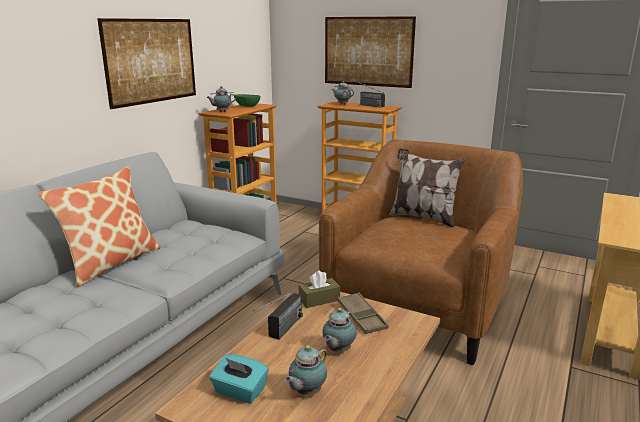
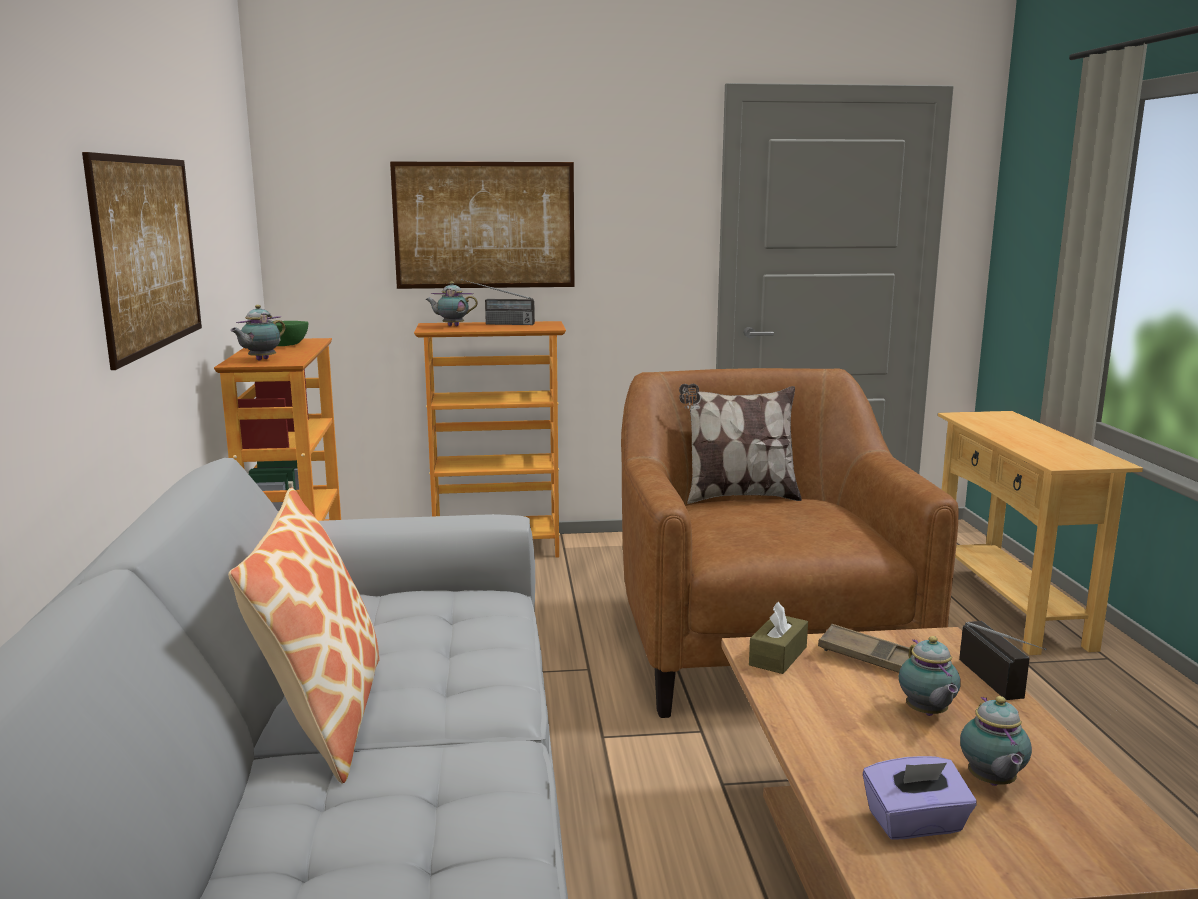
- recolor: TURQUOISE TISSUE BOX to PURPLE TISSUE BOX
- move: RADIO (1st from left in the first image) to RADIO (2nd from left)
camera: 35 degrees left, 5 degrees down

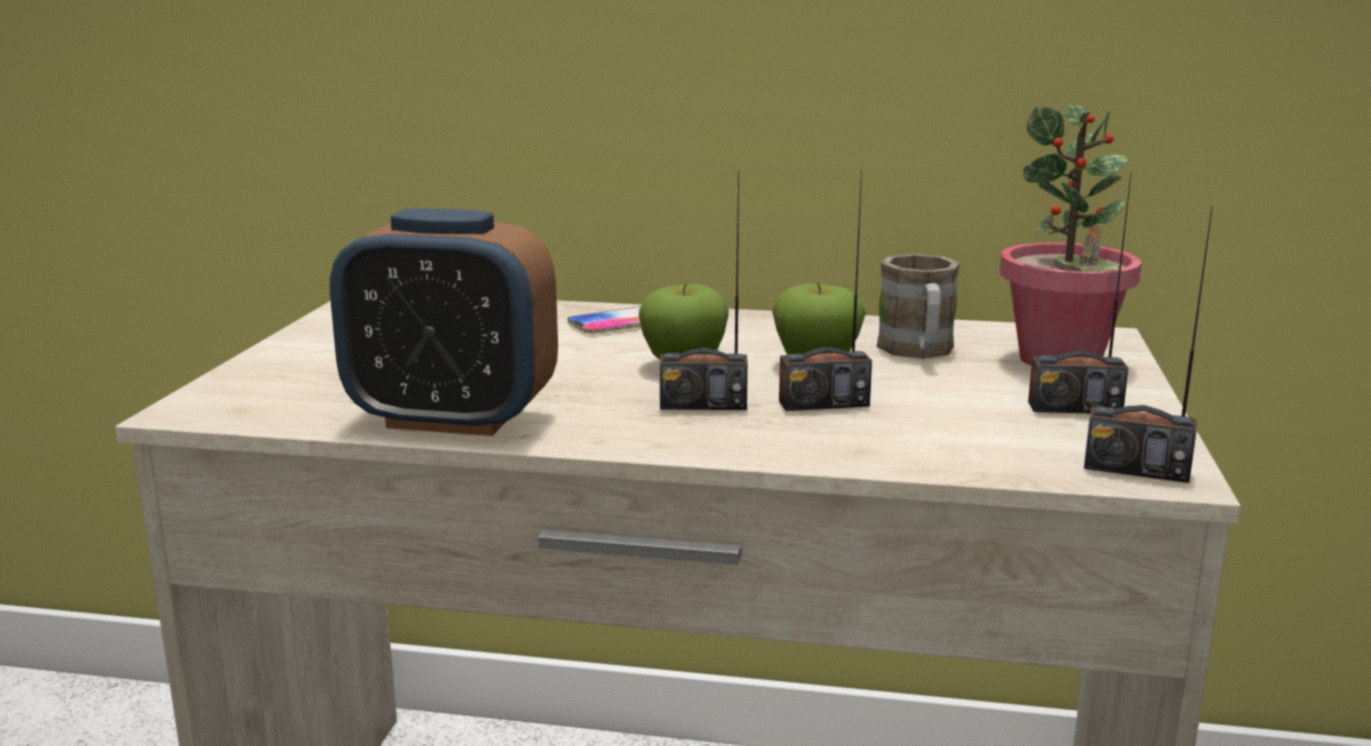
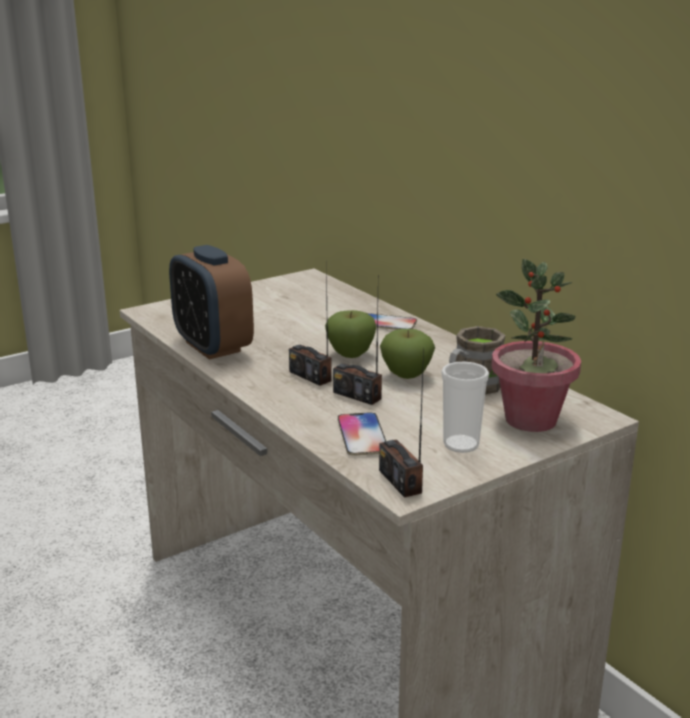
- replace: RADIO (3rd from left) to CUP
- insert: PHONE (1st from left)
camera: 45 degrees right, 5 degrees up

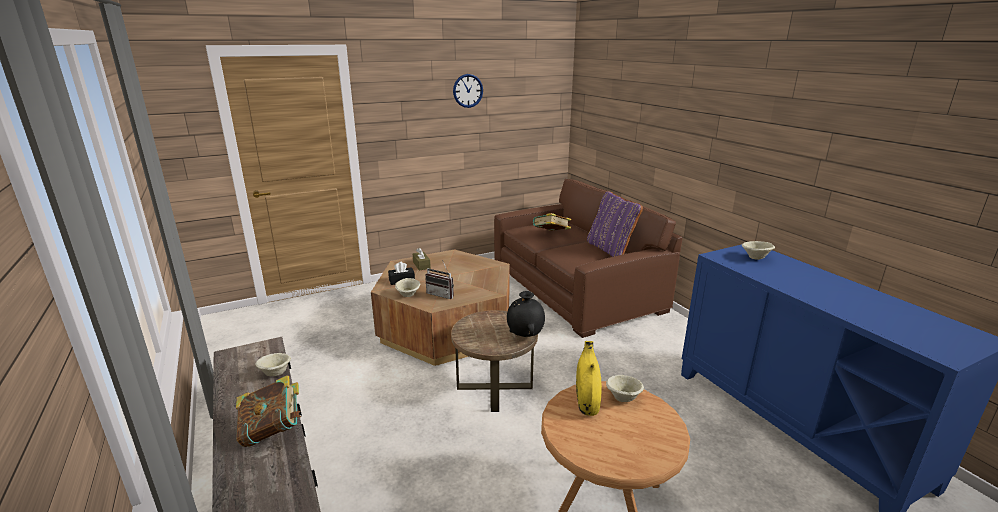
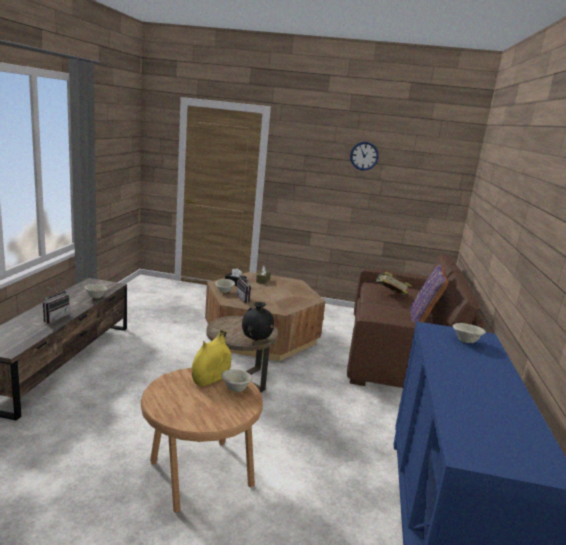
- replace: BOOK (1st from left) to RADIO (1st from left)
camera: 35 degrees right, 5 degrees down

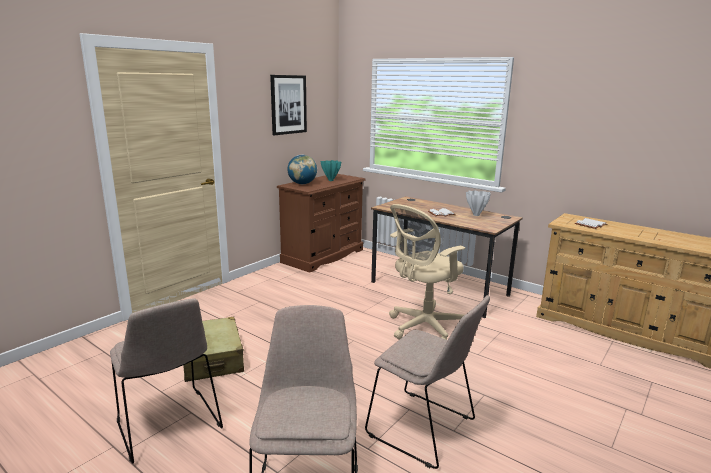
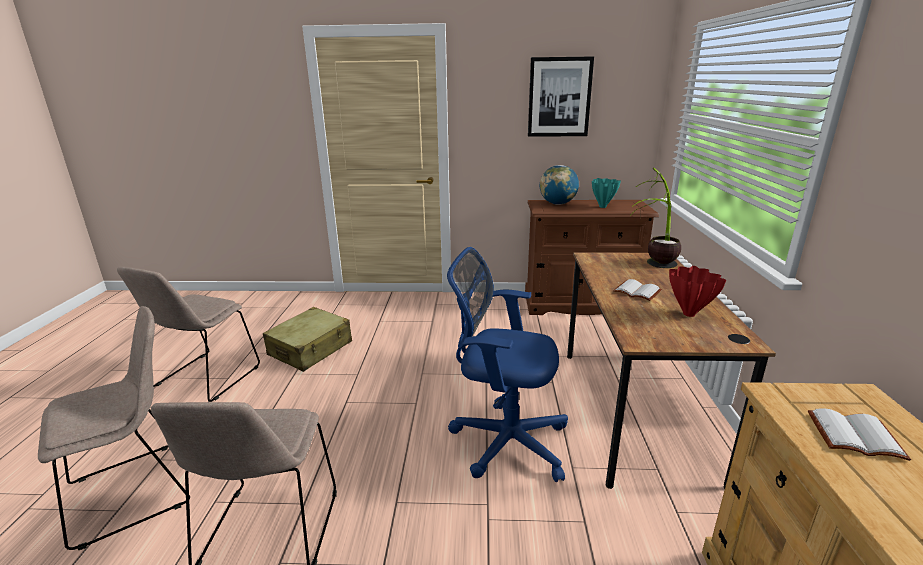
- recolor: BEIGE OFFICE CHAIR to BLUE OFFICE CHAIR
- recolor: WHITE VASE to RED VASE
- insert: POTTED PLANT
camera: 55 degrees right, 5 degrees up

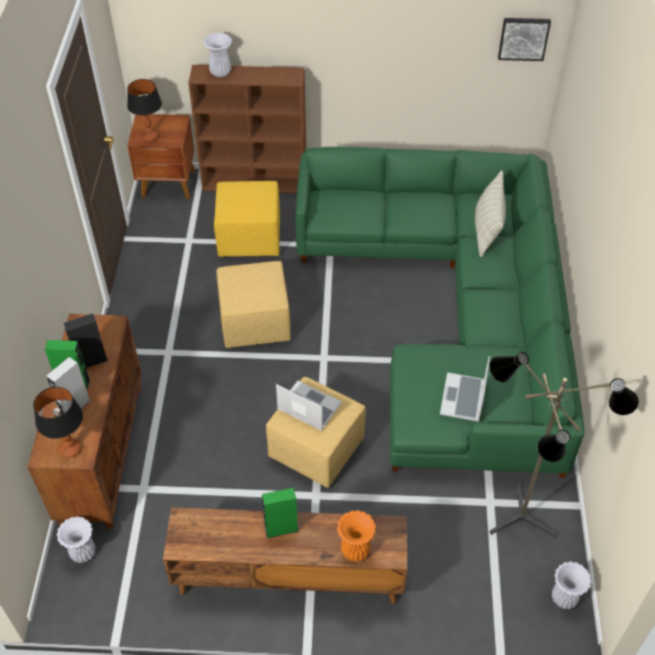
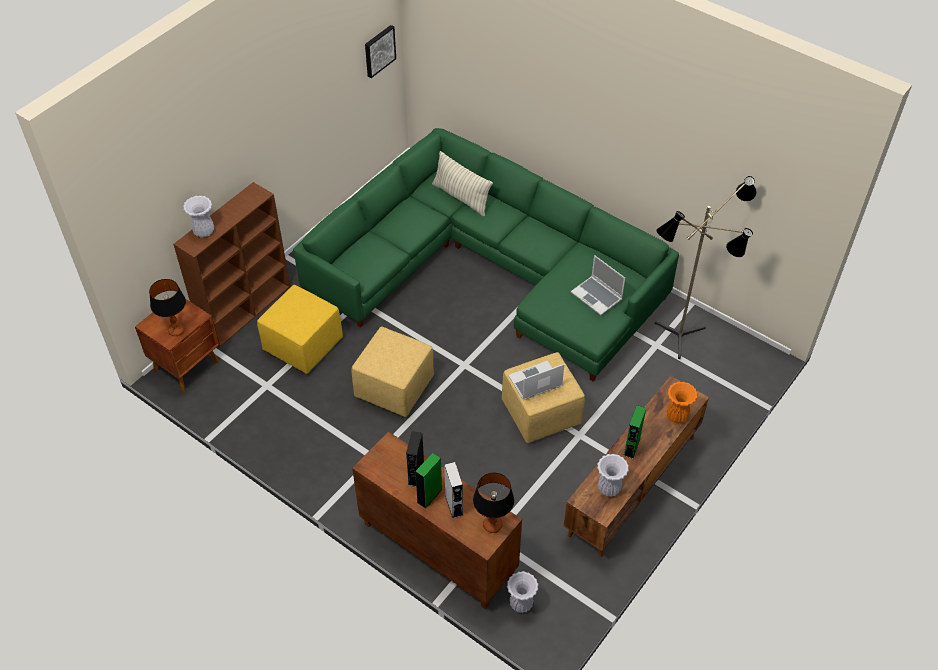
- move: WHITE VASE (3rd from left)
camera: 55 degrees left, 0 degrees up

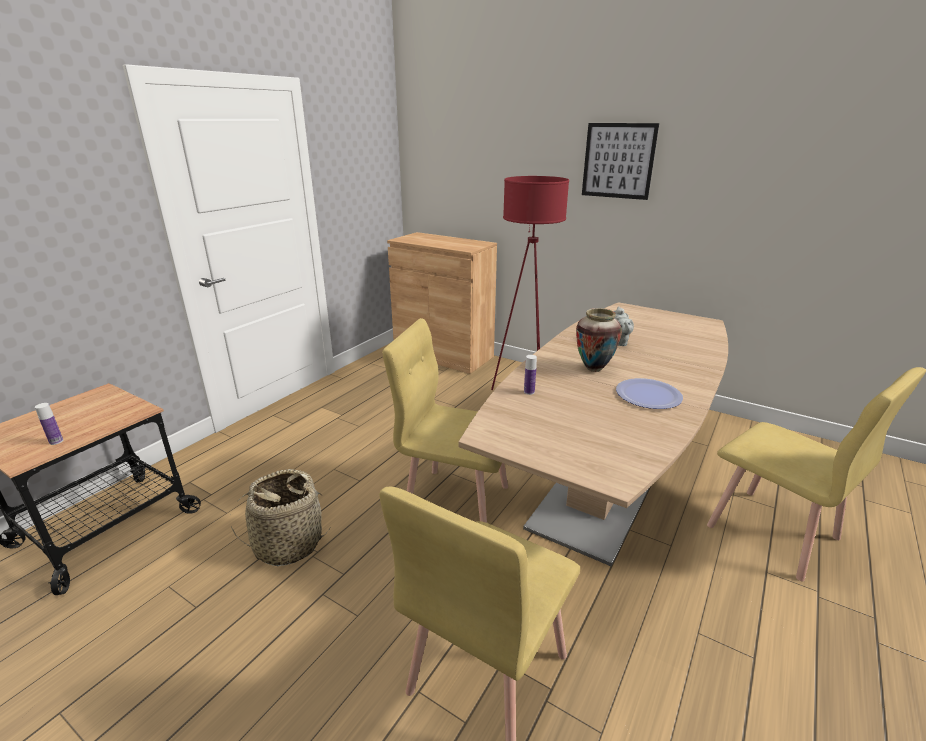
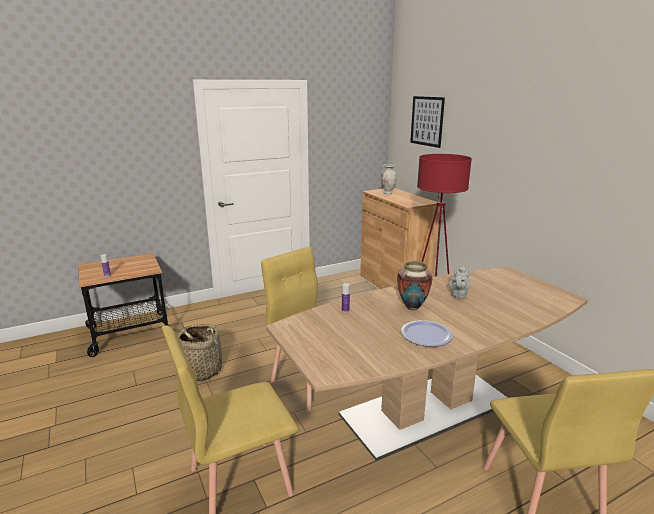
- move: PICTURE
- insert: VASE (1st from left)
camera: 30 degrees right, 5 degrees down

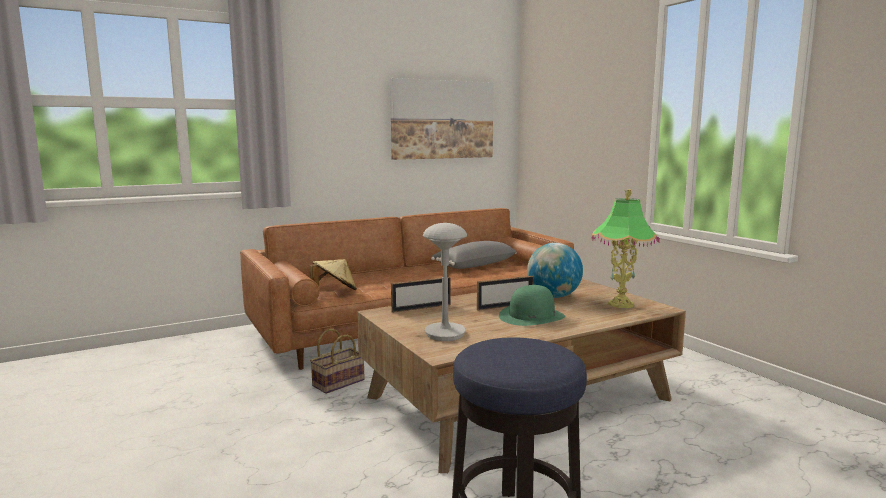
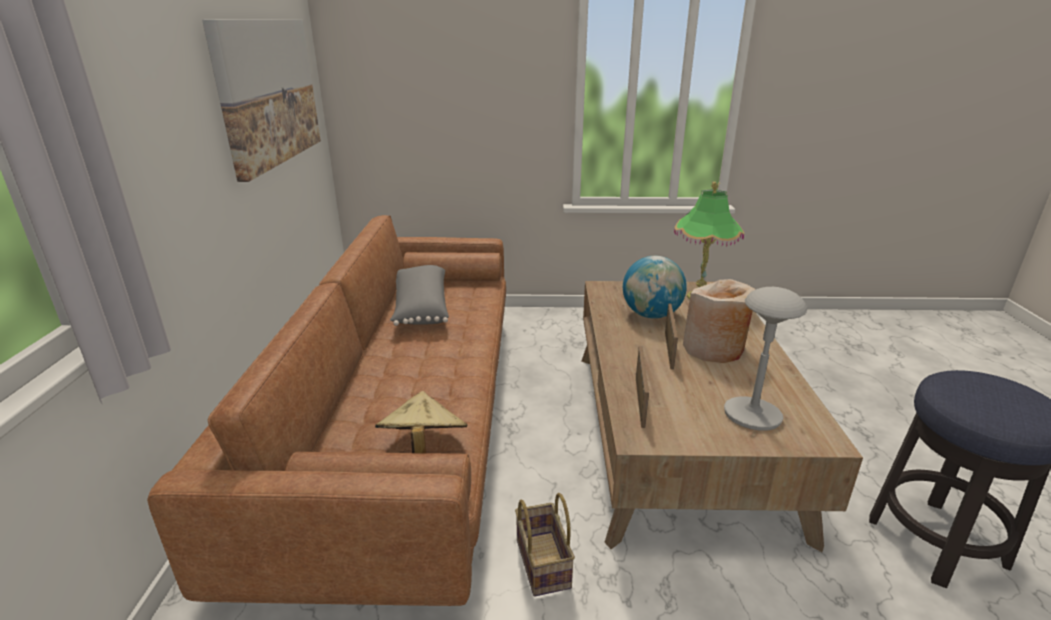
- replace: GREEN HAT to BEIGE VASE
camera: 60 degrees left, 15 degrees up

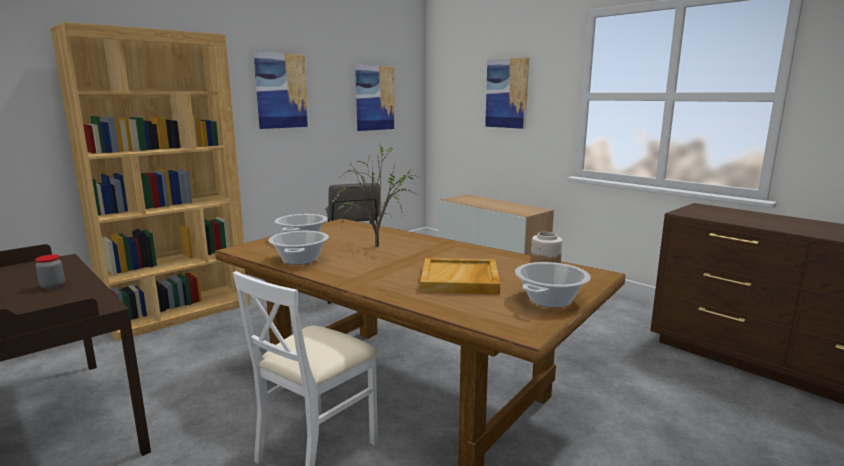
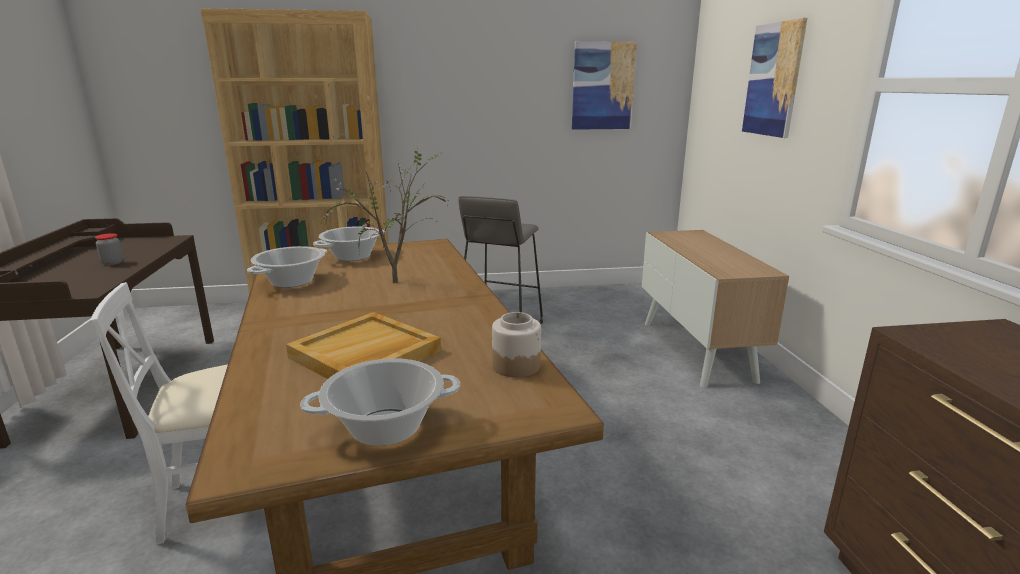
- delete: PICTURE (1st from left)
camera: 35 degrees right, 5 degrees up

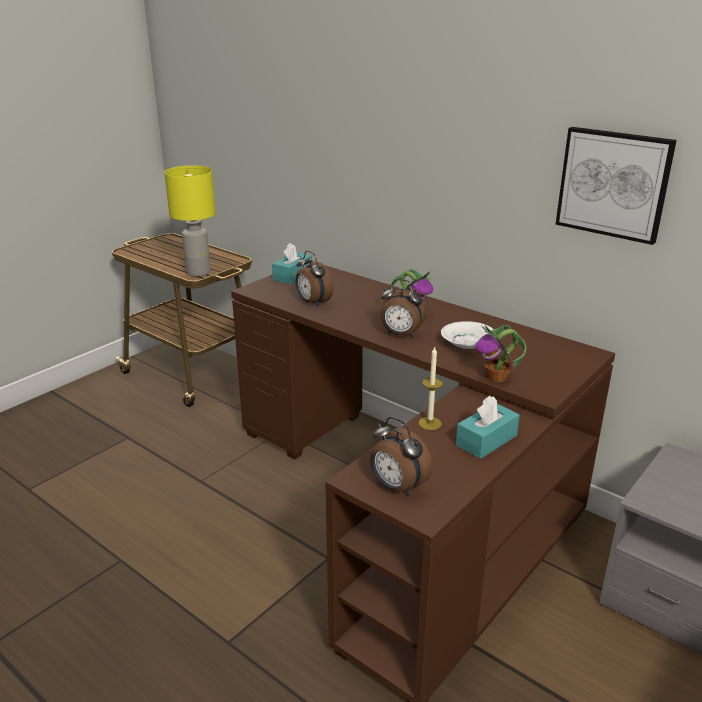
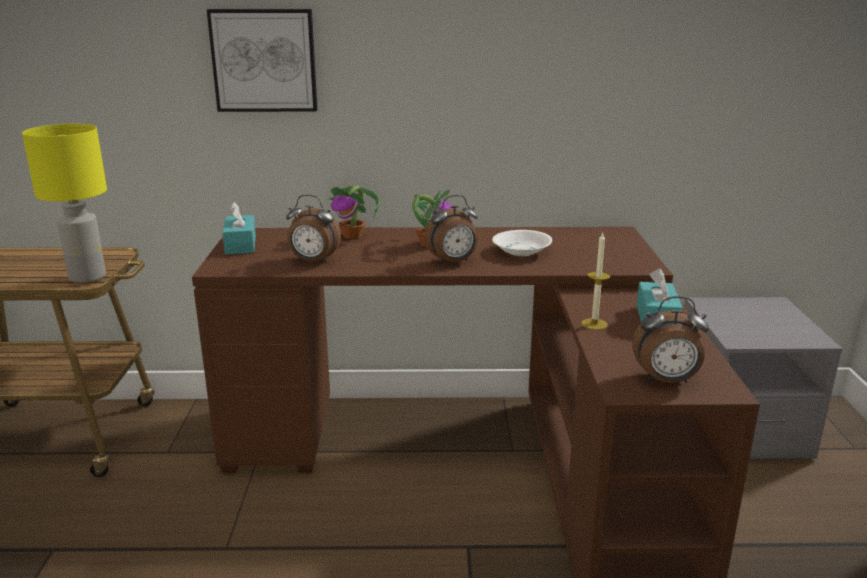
- move: POTTED PLANT (2nd from left in the first image) to POTTED PLANT (1st from left)
- move: PICTURE
camera: 40 degrees left, 5 degrees down

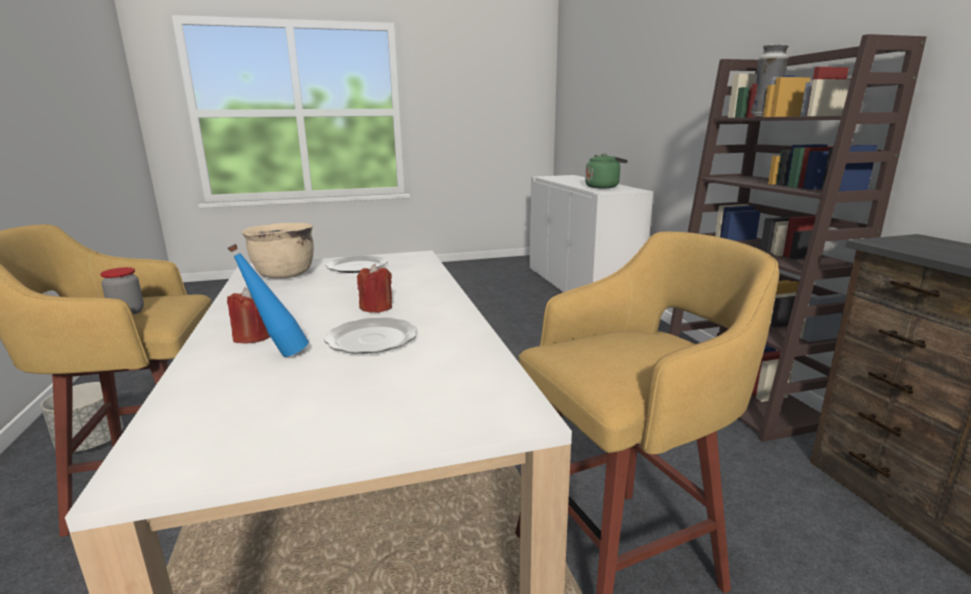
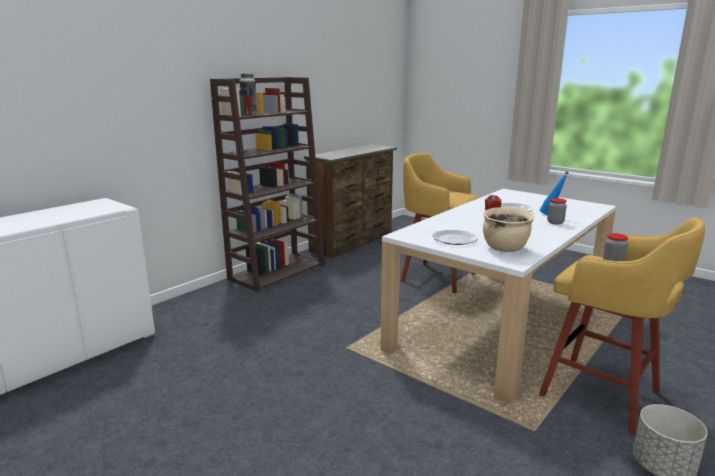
- replace: RED CANDLE (1st from left) to JAR (1st from left)
- delete: GREEN KETTLE
camera: 125 degrees left, 0 degrees up

